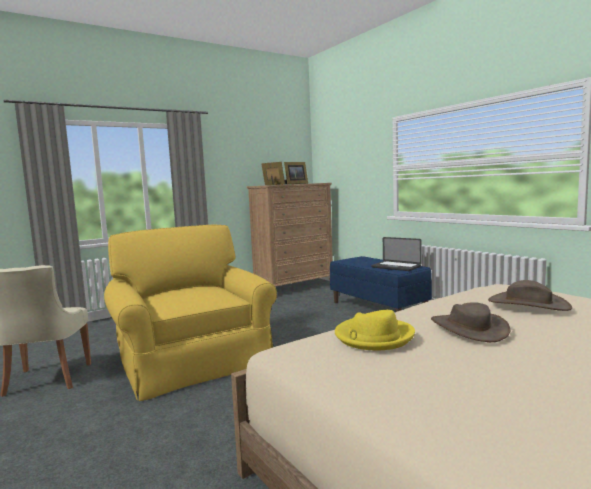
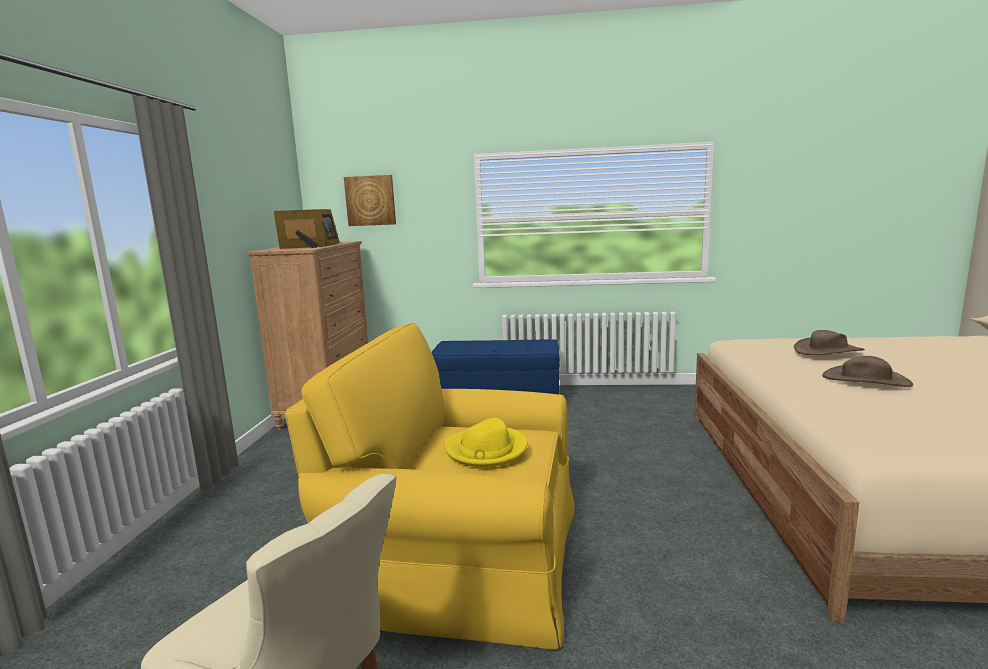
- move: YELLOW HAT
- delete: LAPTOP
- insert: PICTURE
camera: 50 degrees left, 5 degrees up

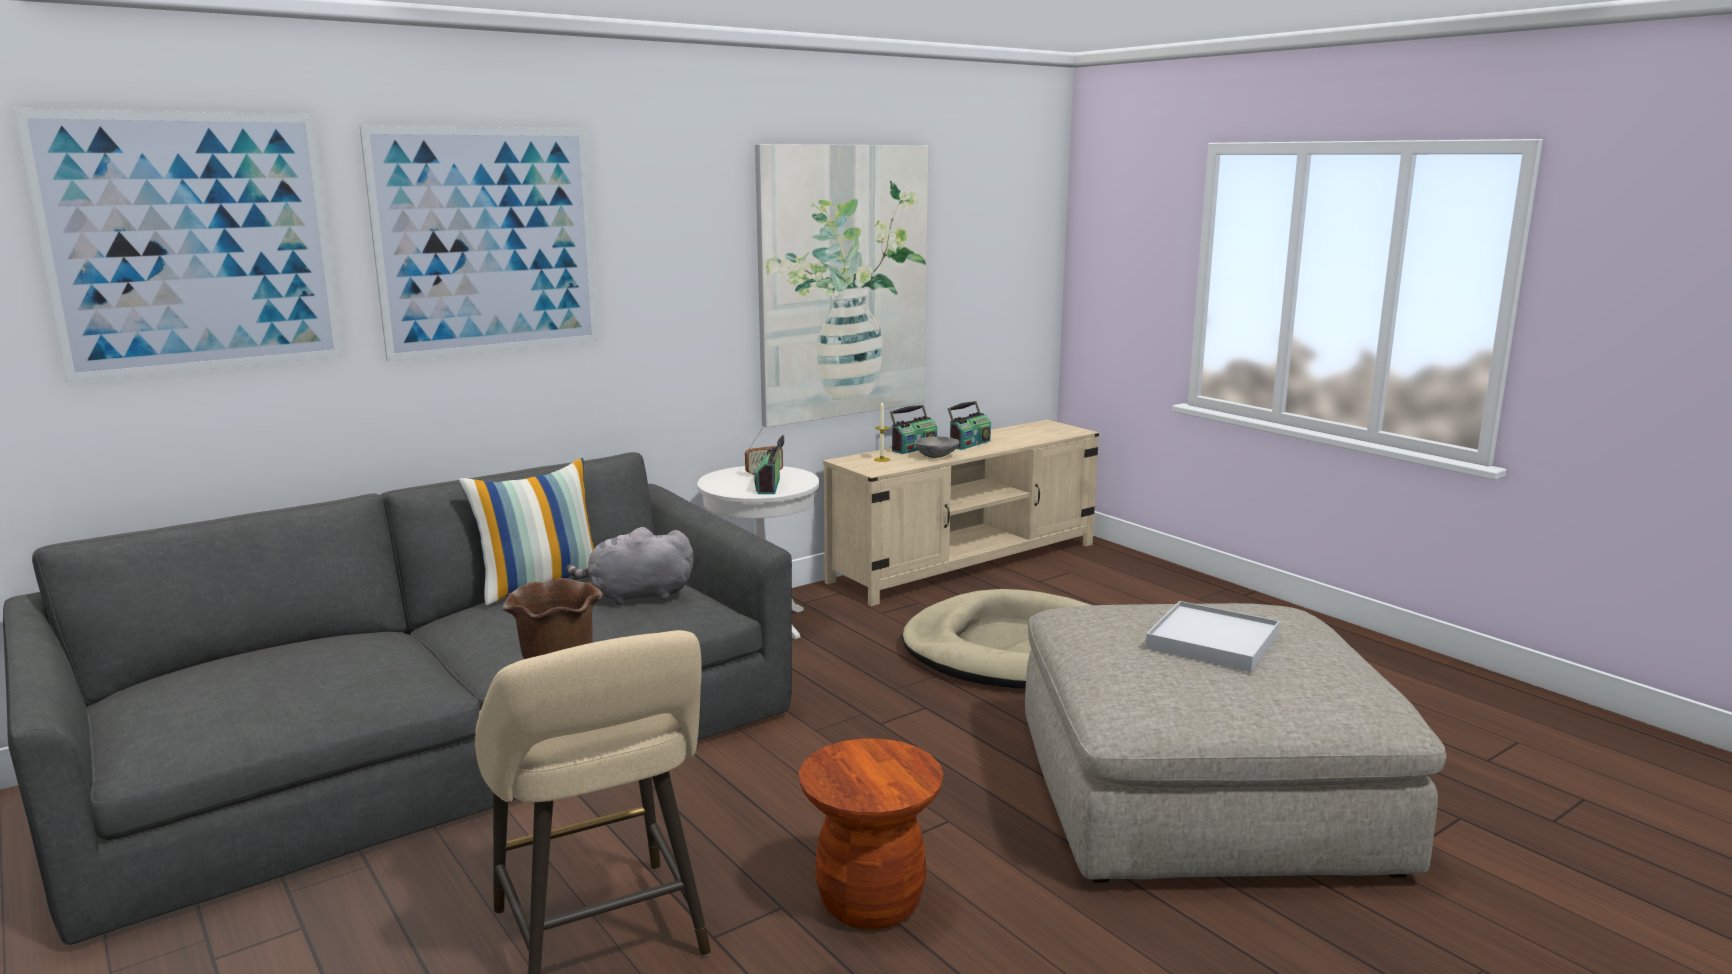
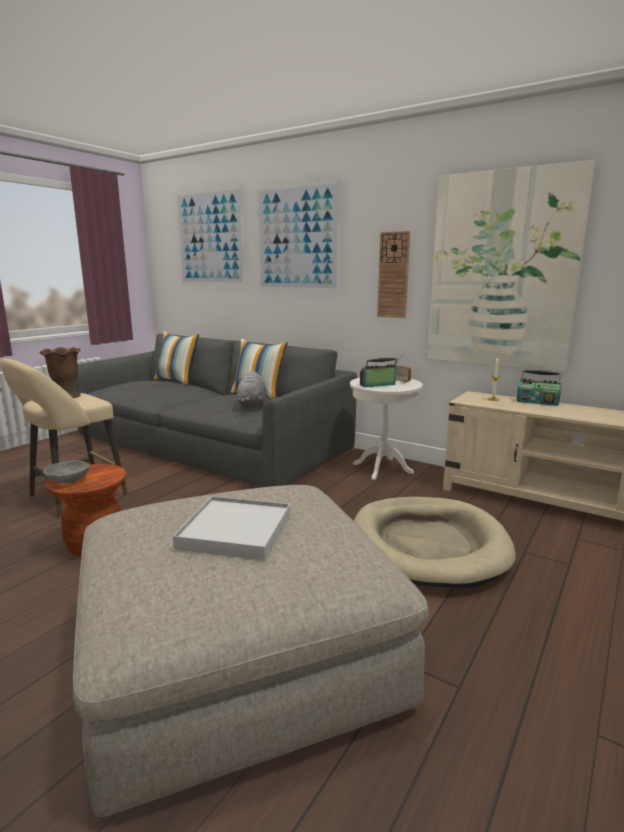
- rotate: GREY PLUSH TOY 150 degrees counterclockwise
- move: GREY BOWL
- delete: RADIO (4th from left)
- insert: PILLOW (1st from left)
- insert: WALL CLOCK
camera: 70 degrees right, 0 degrees up

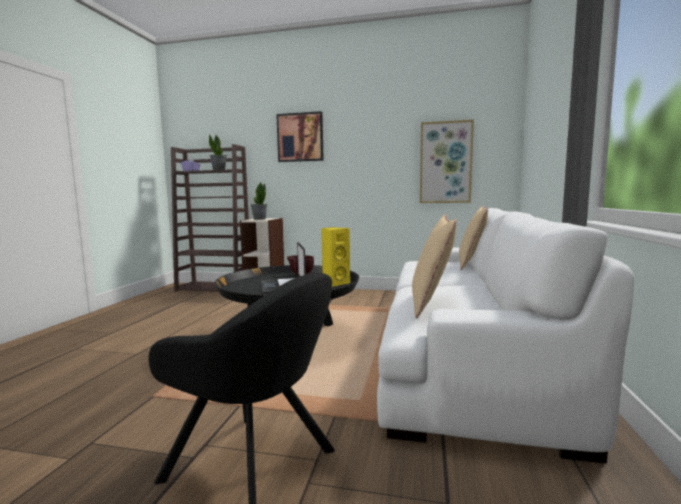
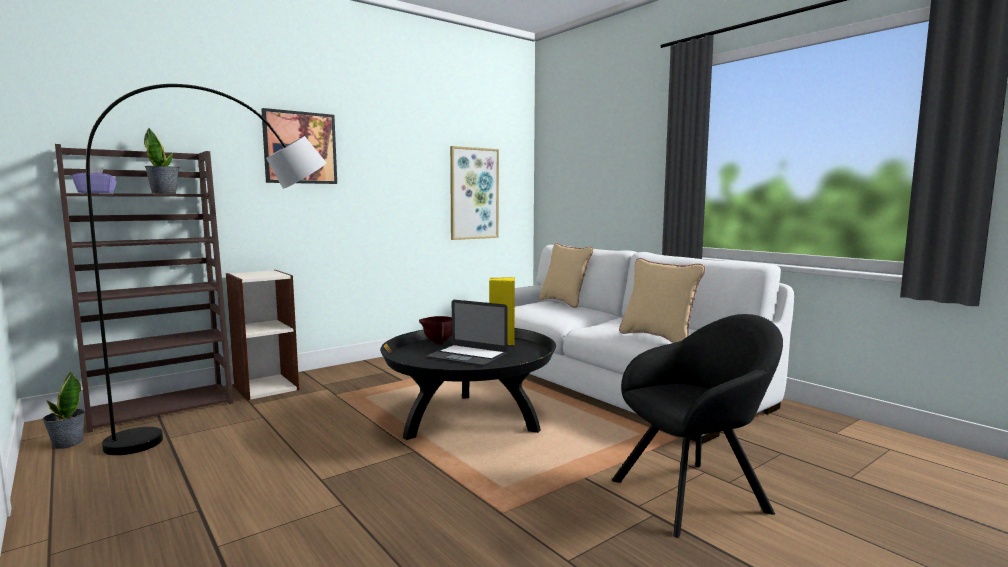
- move: POTTED PLANT (2nd from left in the first image) to POTTED PLANT (1st from left)
- insert: GREY FLOOR LAMP
camera: 50 degrees left, 0 degrees up

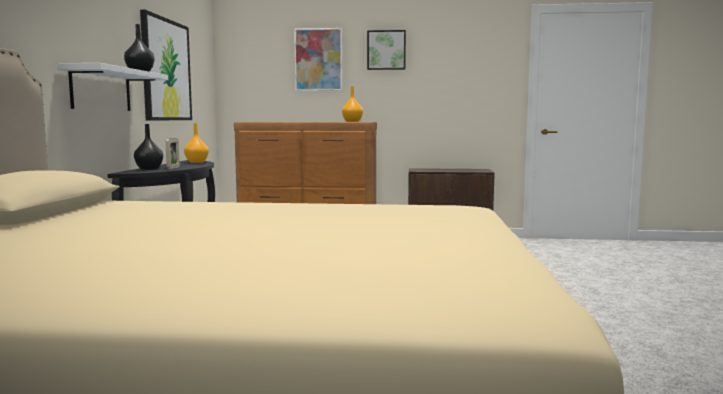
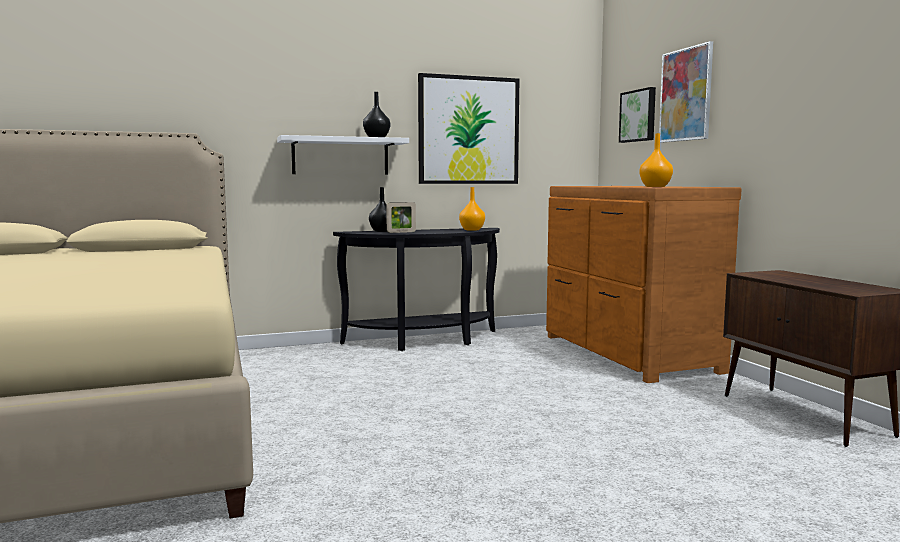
- move: PICTURE (3rd from left in the first image) to PICTURE (2nd from left)
camera: 65 degrees right, 0 degrees up

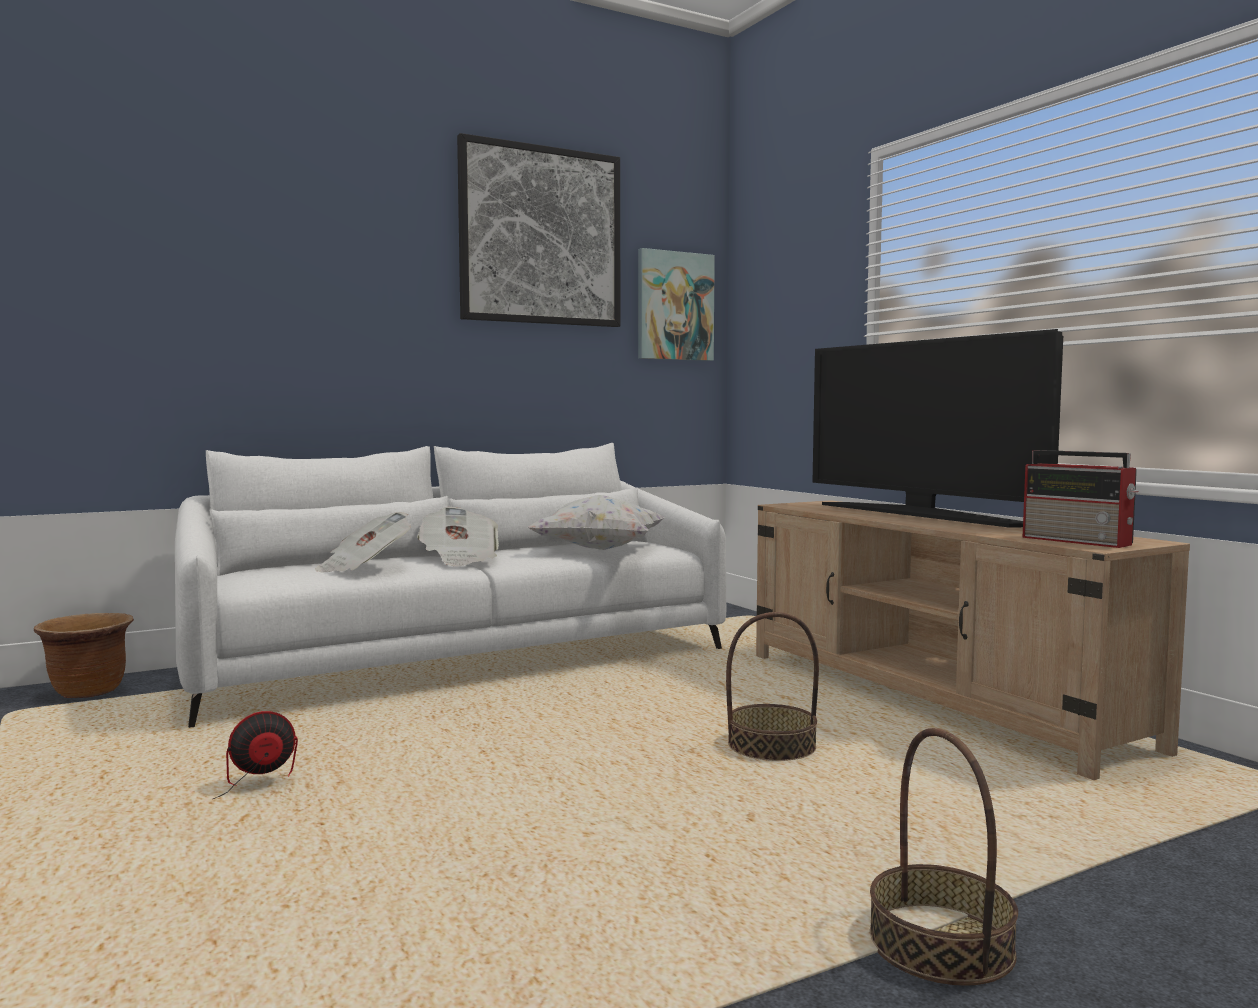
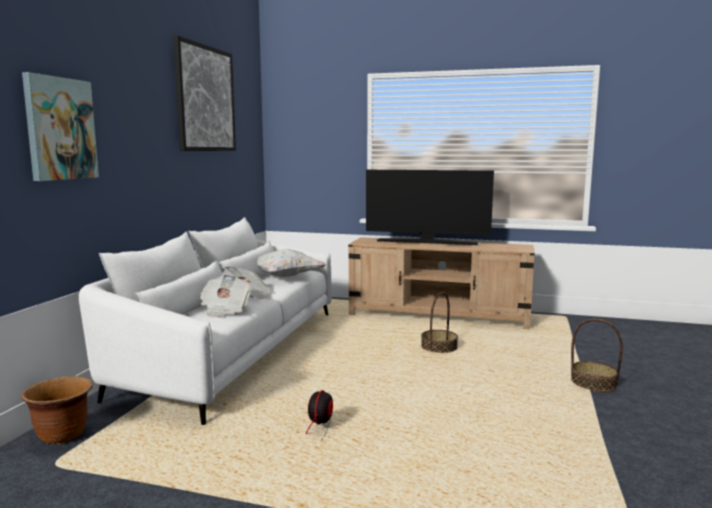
- move: PICTURE (2nd from left in the first image) to PICTURE (1st from left)
- delete: RADIO
camera: 45 degrees left, 5 degrees up

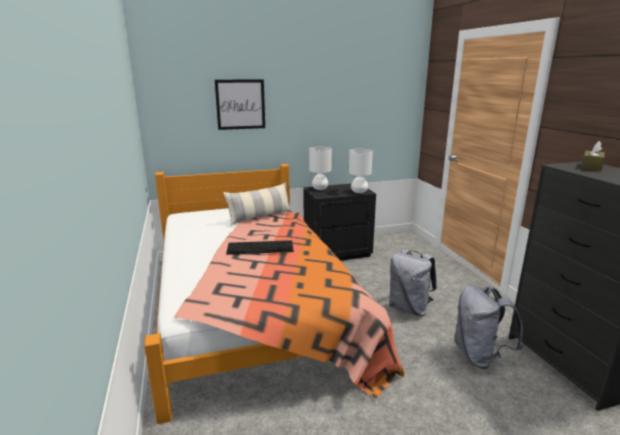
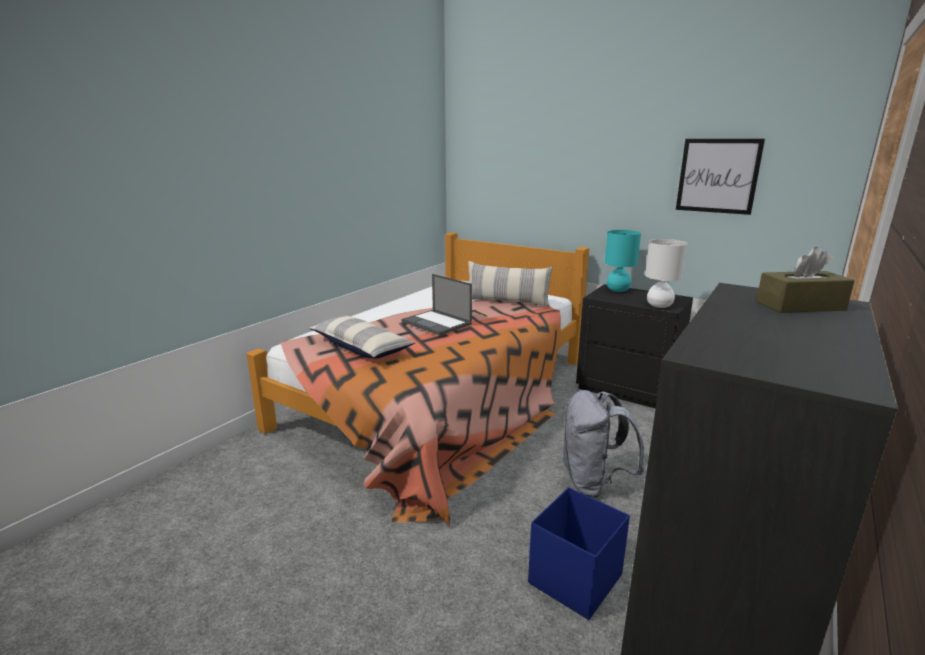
- move: PICTURE
- replace: KEYBOARD to LAPTOP
- recolor: WHITE TABLE LAMP (1st from left) to TURQUOISE TABLE LAMP
- replace: GREY BACKPACK (2nd from left) to BLUE STORAGE BOX
- insert: PILLOW (1st from left)
camera: 50 degrees right, 0 degrees up

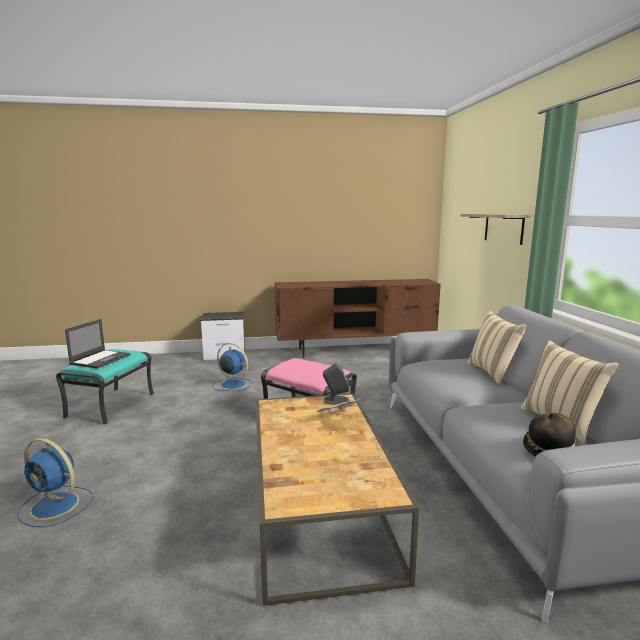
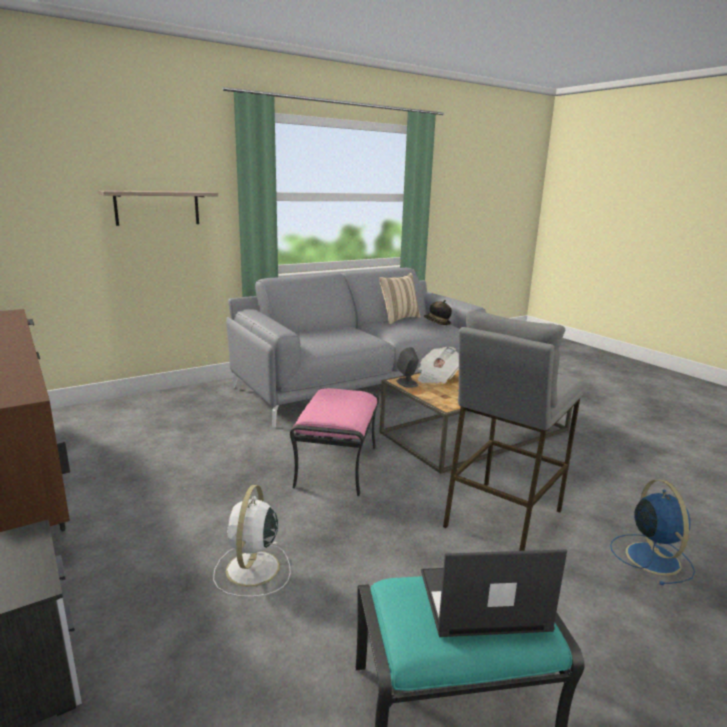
- recolor: BLUE FAN (2nd from left) to WHITE FAN
- delete: BEIGE PILLOW (1st from left)
- insert: GREY STOOL
camera: 115 degrees left, 5 degrees up

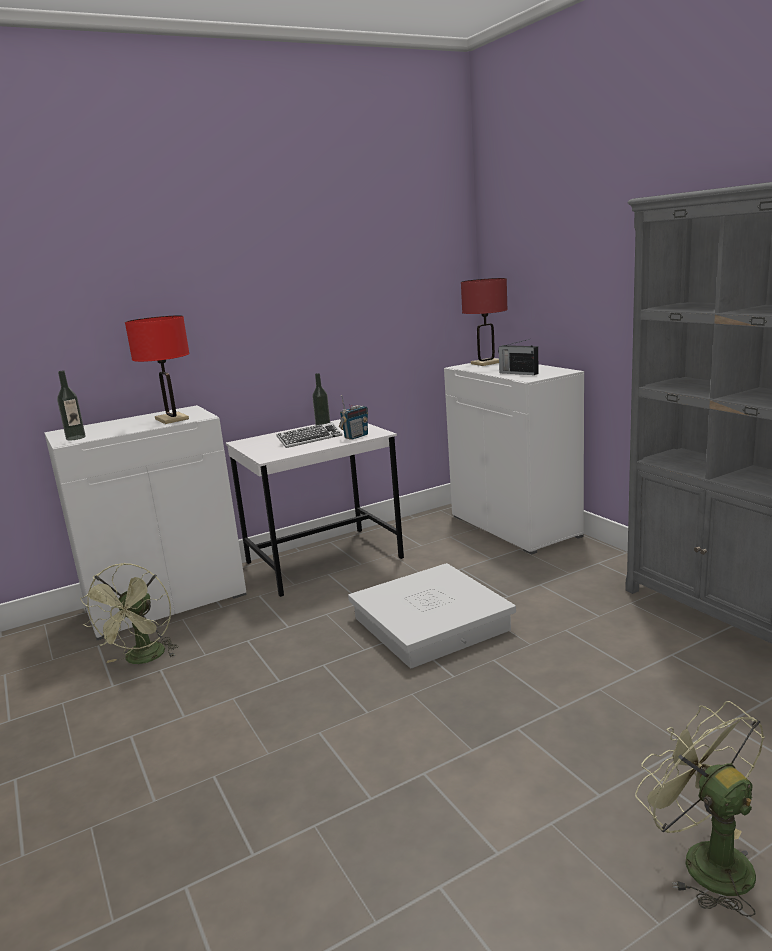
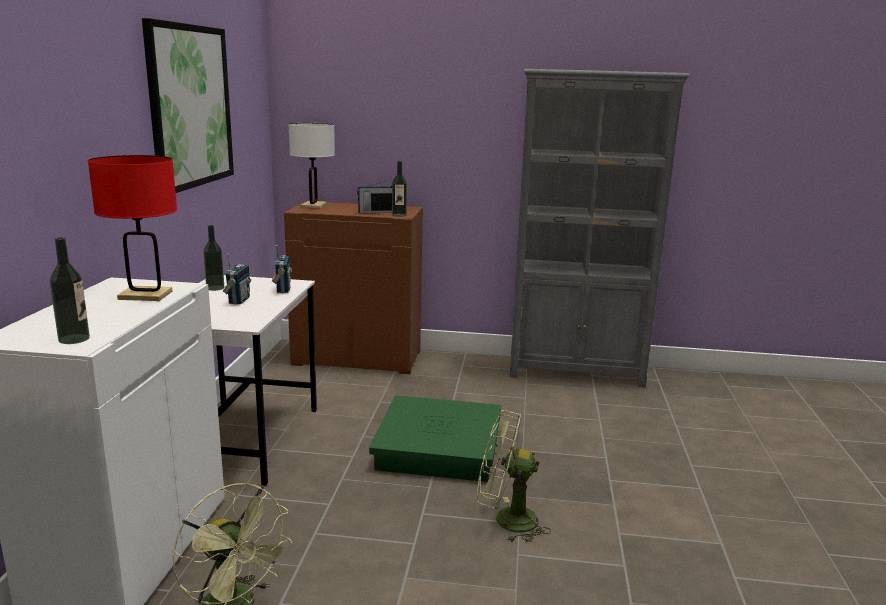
- replace: KEYBOARD to RADIO (1st from left)
- recolor: WHITE STORAGE BOX to GREEN STORAGE BOX
- recolor: WHITE CABINET (2nd from left) to BROWN CABINET
- recolor: RED TABLE LAMP (2nd from left) to WHITE TABLE LAMP
- move: GREEN FAN (2nd from left)
- insert: PICTURE
- insert: BOTTLE (3rd from left)
camera: 55 degrees left, 0 degrees up

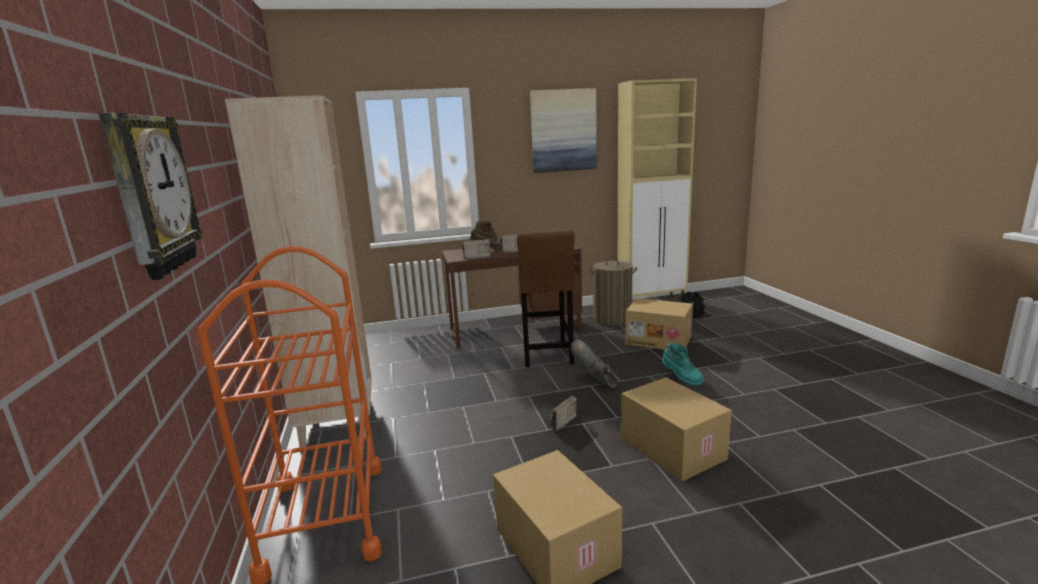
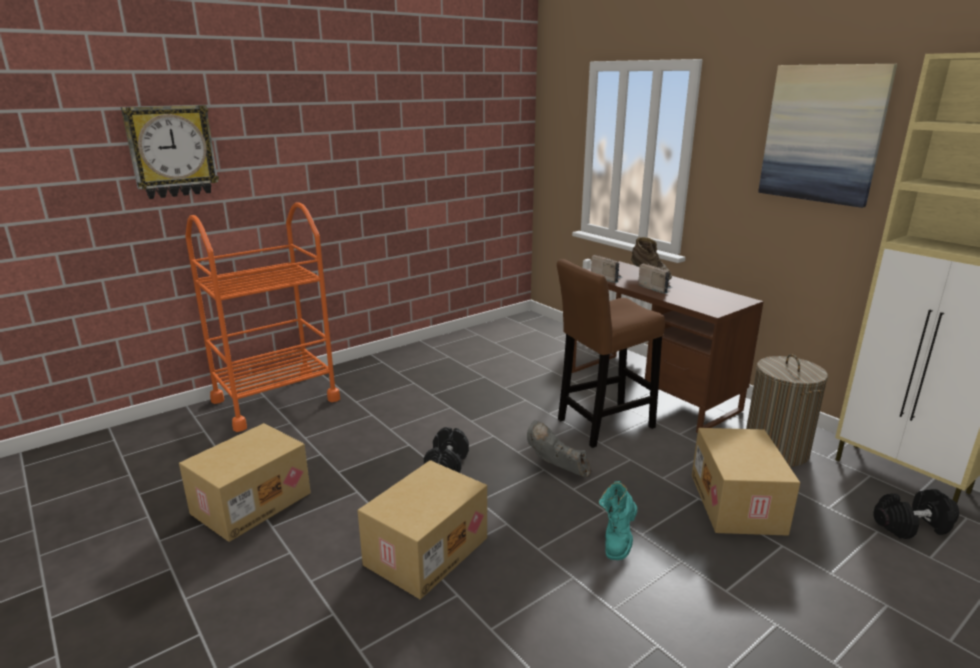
- delete: BEIGE BOOKCASE
- replace: RADIO (3rd from left) to BLACK DUMBBELL (1st from left)
- rotate: GREY BOOT 90 degrees counterclockwise
camera: 65 degrees right, 5 degrees up

